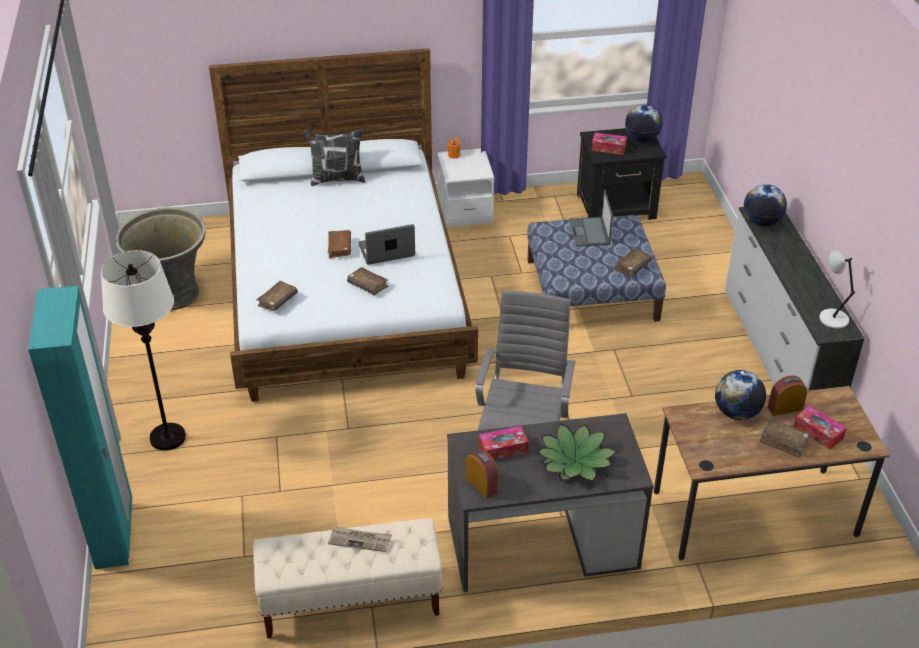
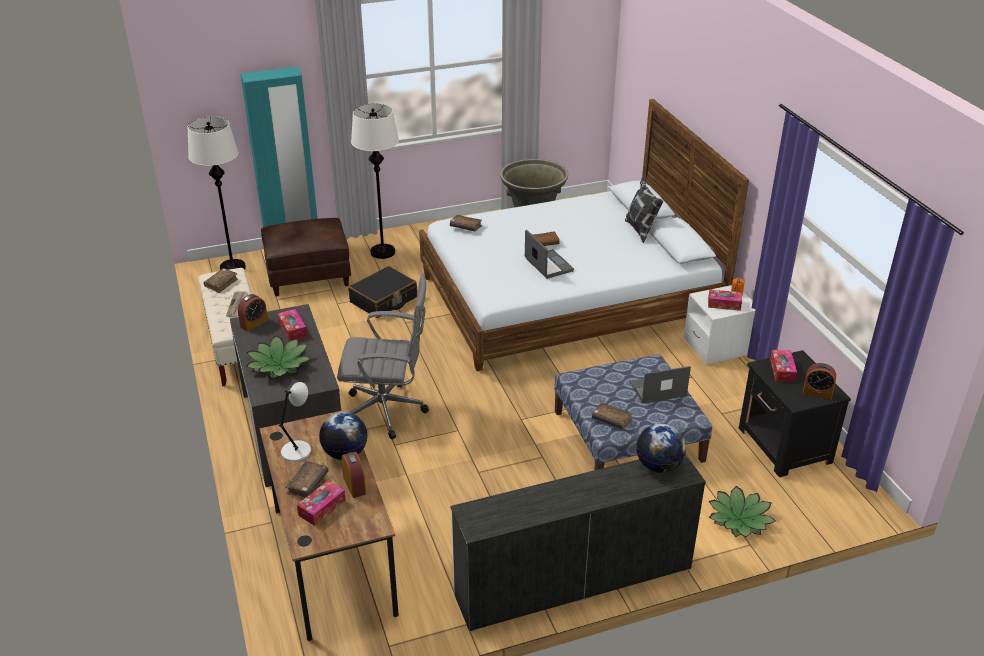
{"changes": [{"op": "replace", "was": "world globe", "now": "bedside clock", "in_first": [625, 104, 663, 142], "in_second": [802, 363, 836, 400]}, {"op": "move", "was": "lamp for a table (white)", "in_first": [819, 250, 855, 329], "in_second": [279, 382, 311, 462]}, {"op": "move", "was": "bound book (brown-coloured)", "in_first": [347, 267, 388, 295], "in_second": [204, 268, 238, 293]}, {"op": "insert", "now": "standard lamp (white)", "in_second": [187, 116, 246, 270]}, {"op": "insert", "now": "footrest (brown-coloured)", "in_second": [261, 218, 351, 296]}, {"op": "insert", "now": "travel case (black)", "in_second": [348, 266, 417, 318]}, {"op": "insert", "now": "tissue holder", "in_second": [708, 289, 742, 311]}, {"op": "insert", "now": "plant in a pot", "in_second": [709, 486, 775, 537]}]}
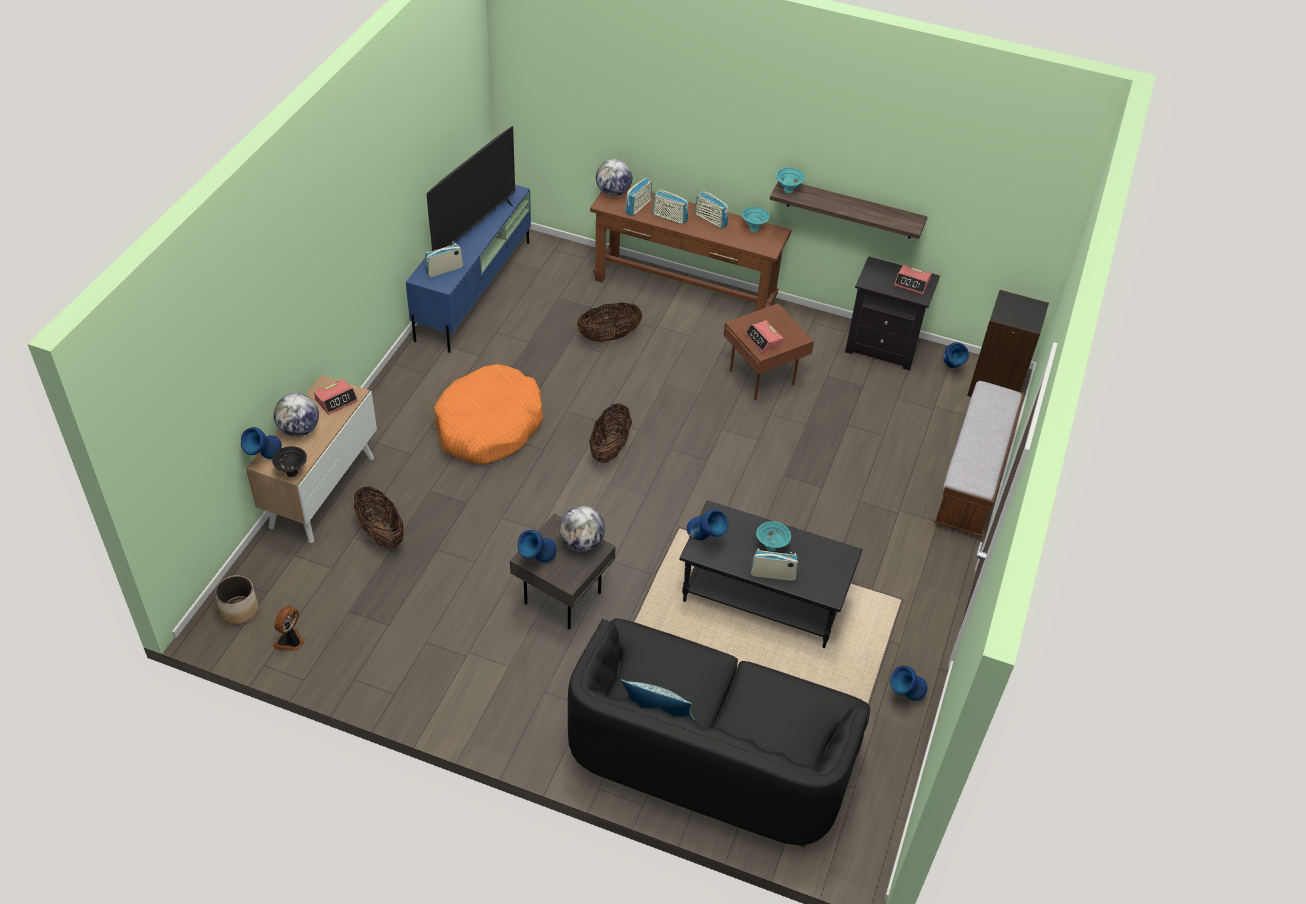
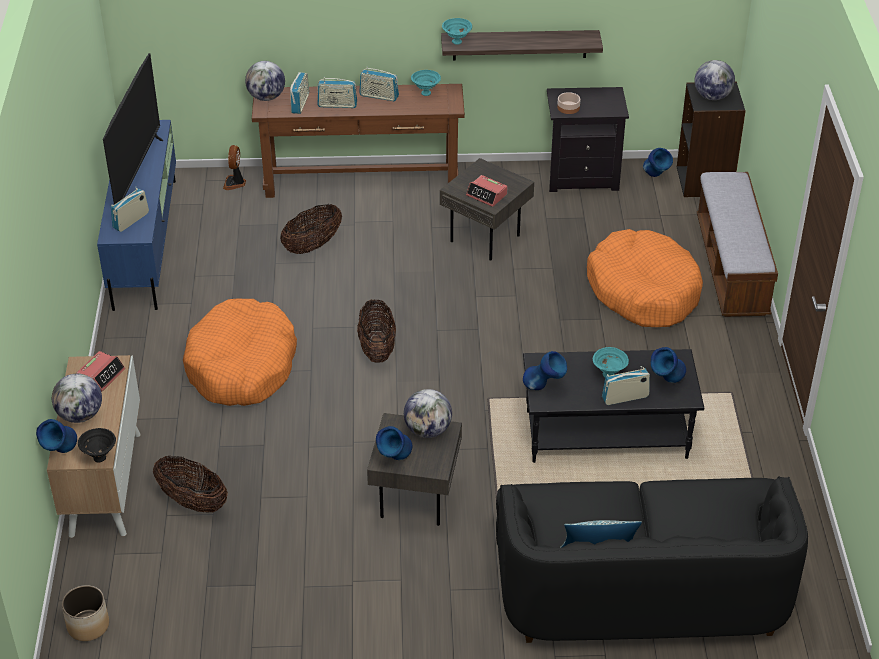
{"changes": [{"op": "delete", "was": "bedside clock", "in_first": [894, 265, 932, 294]}, {"op": "recolor", "was": "side table (brown-coloured)", "now": "side table (greyish)", "in_first": [724, 303, 814, 400], "in_second": [440, 158, 534, 261]}, {"op": "move", "was": "cooling fan", "in_first": [273, 605, 304, 651], "in_second": [223, 145, 246, 190]}, {"op": "move", "was": "vase (bluish)", "in_first": [890, 666, 927, 701], "in_second": [651, 347, 686, 383]}, {"op": "insert", "now": "world globe", "in_second": [695, 60, 735, 100]}, {"op": "insert", "now": "deep dish", "in_second": [557, 92, 581, 114]}, {"op": "insert", "now": "dog cushion (orangey)", "in_second": [587, 229, 703, 327]}]}
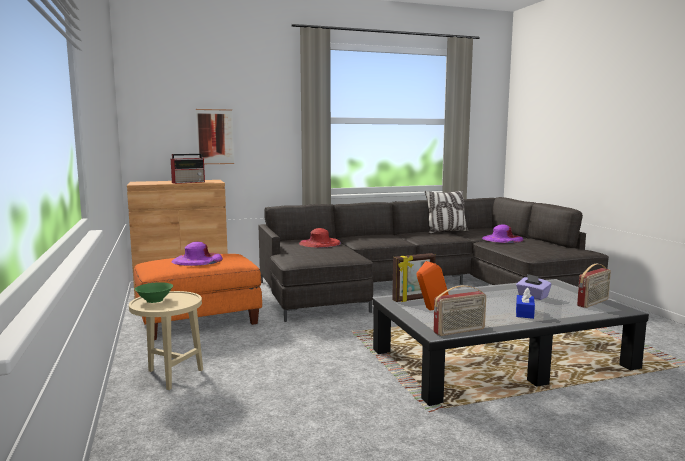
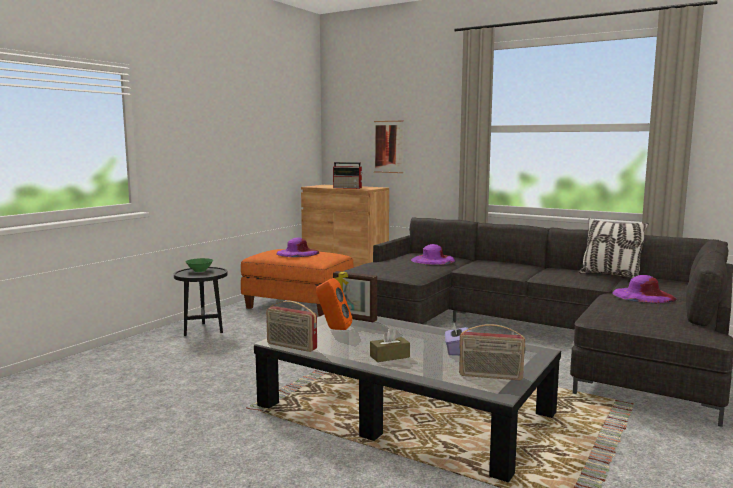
{"changes": [{"op": "recolor", "was": "hat (red-coloured)", "now": "hat (purplish)", "in_first": [299, 228, 341, 247], "in_second": [411, 244, 455, 265]}, {"op": "recolor", "was": "tissue holder (bluish)", "now": "tissue holder (brown-coloured)", "in_first": [516, 287, 535, 319], "in_second": [370, 328, 410, 362]}, {"op": "recolor", "was": "side table (beige)", "now": "side table (black)", "in_first": [129, 291, 203, 390], "in_second": [174, 267, 228, 336]}]}
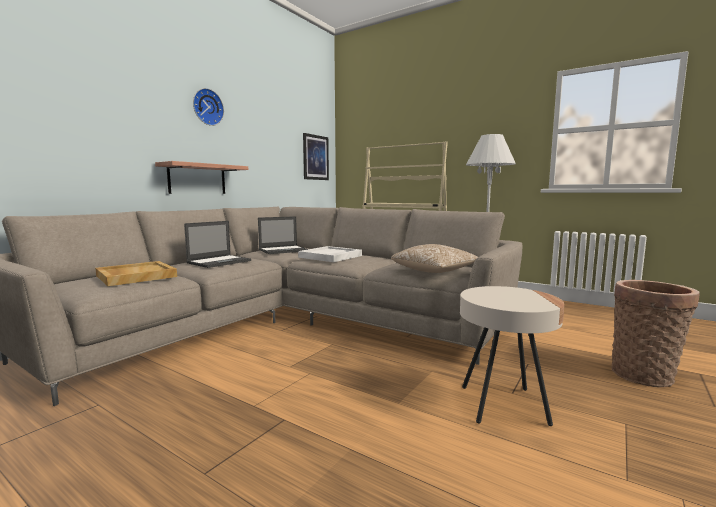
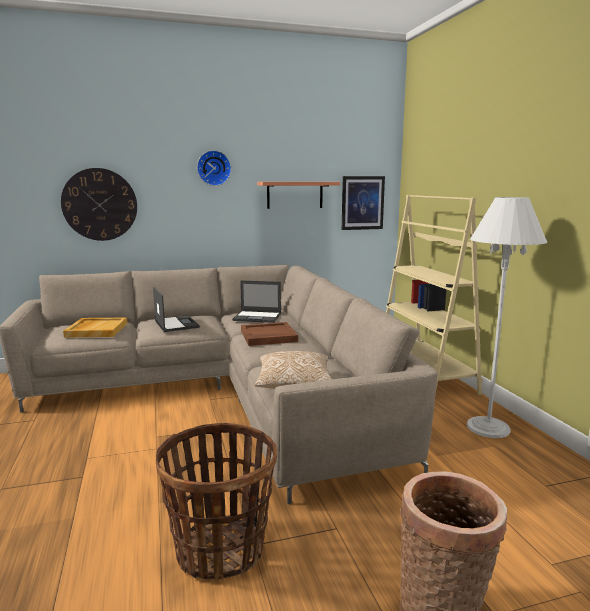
{"changes": [{"op": "move", "was": "wall shelf", "in_first": [155, 161, 248, 194], "in_second": [257, 182, 340, 209]}, {"op": "rotate", "was": "portable computer", "in_first": [184, 221, 251, 268], "in_second": [153, 287, 200, 332], "clockwise": -105}, {"op": "recolor", "was": "serving tray (white)", "now": "serving tray (brown-coloured)", "in_first": [298, 246, 362, 262], "in_second": [241, 322, 298, 346]}, {"op": "replace", "was": "side table (beige)", "now": "basket", "in_first": [460, 286, 565, 426], "in_second": [156, 423, 277, 580]}, {"op": "insert", "now": "clock on the wall", "in_second": [61, 168, 137, 241]}]}
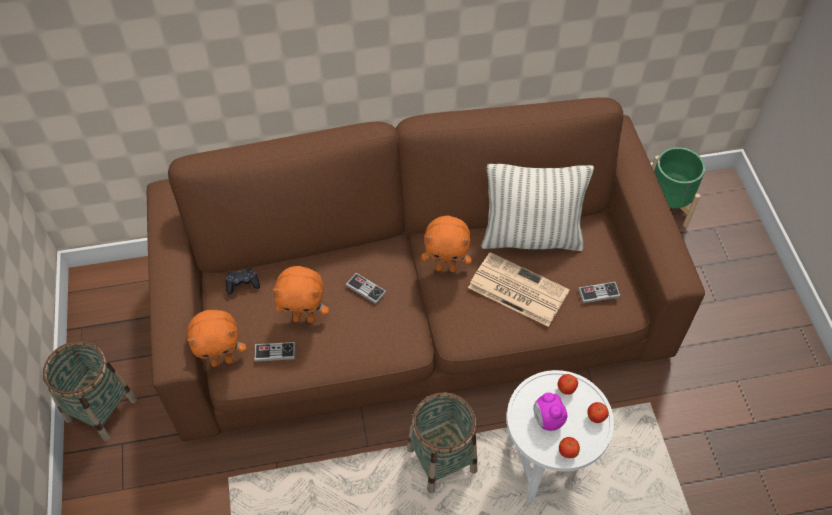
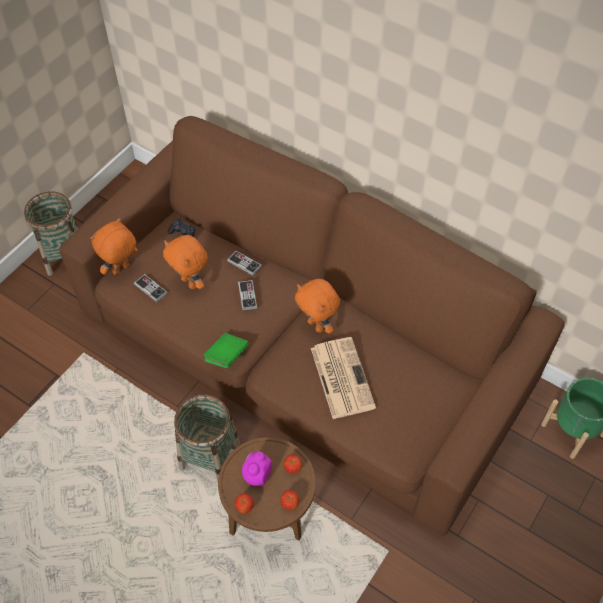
{"changes": [{"op": "delete", "was": "cushion", "in_first": [481, 164, 594, 251]}, {"op": "move", "was": "joypad", "in_first": [578, 282, 621, 303], "in_second": [227, 251, 262, 276]}, {"op": "rotate", "was": "plush toy (orangey)", "in_first": [187, 310, 246, 367], "in_second": [90, 218, 138, 275], "clockwise": 105}, {"op": "recolor", "was": "side table (white)", "now": "side table (brown-coloured)", "in_first": [507, 370, 614, 503], "in_second": [218, 437, 316, 540]}, {"op": "insert", "now": "bound book (green-coloured)", "in_second": [204, 333, 249, 368]}]}
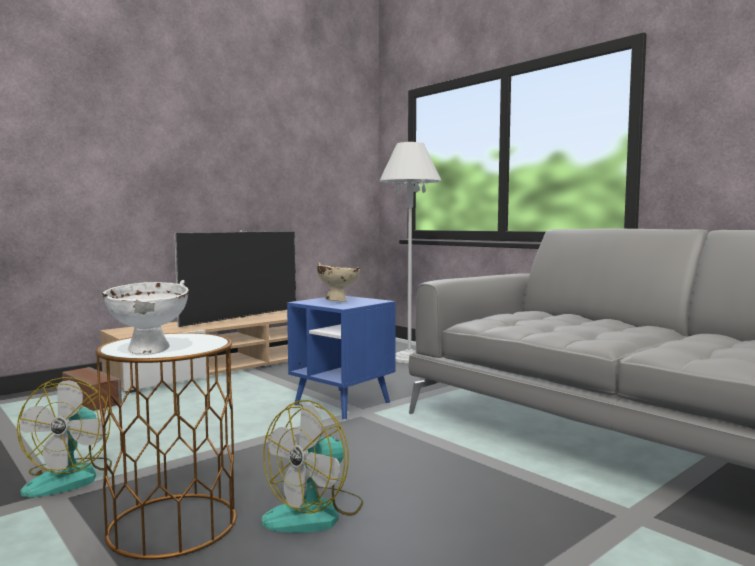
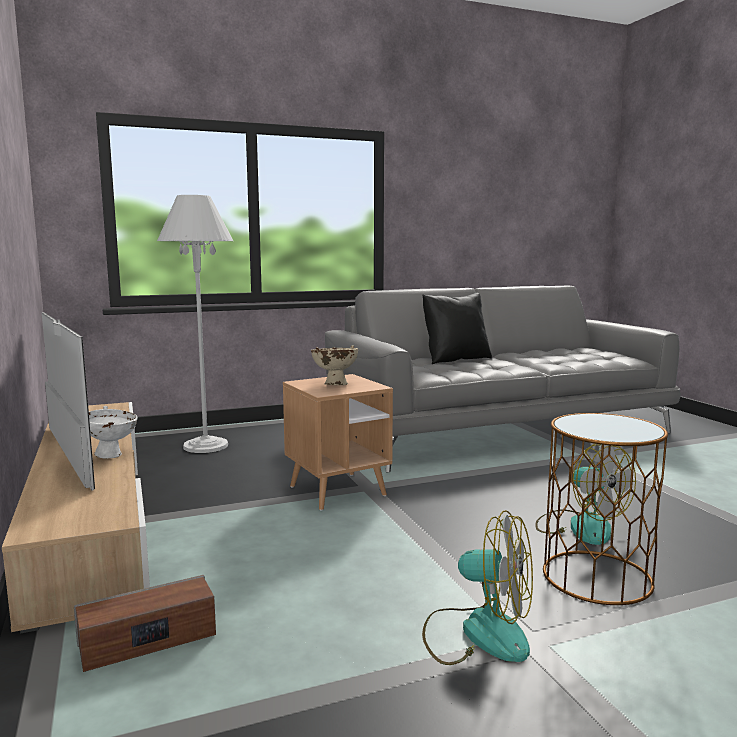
{"changes": [{"op": "move", "was": "deep dish (white)", "in_first": [102, 280, 189, 355], "in_second": [89, 406, 138, 458]}, {"op": "recolor", "was": "side table (bluish)", "now": "side table (brown-coloured)", "in_first": [287, 296, 396, 420], "in_second": [283, 374, 393, 511]}, {"op": "insert", "now": "cushion (black)", "in_second": [423, 293, 492, 364]}]}
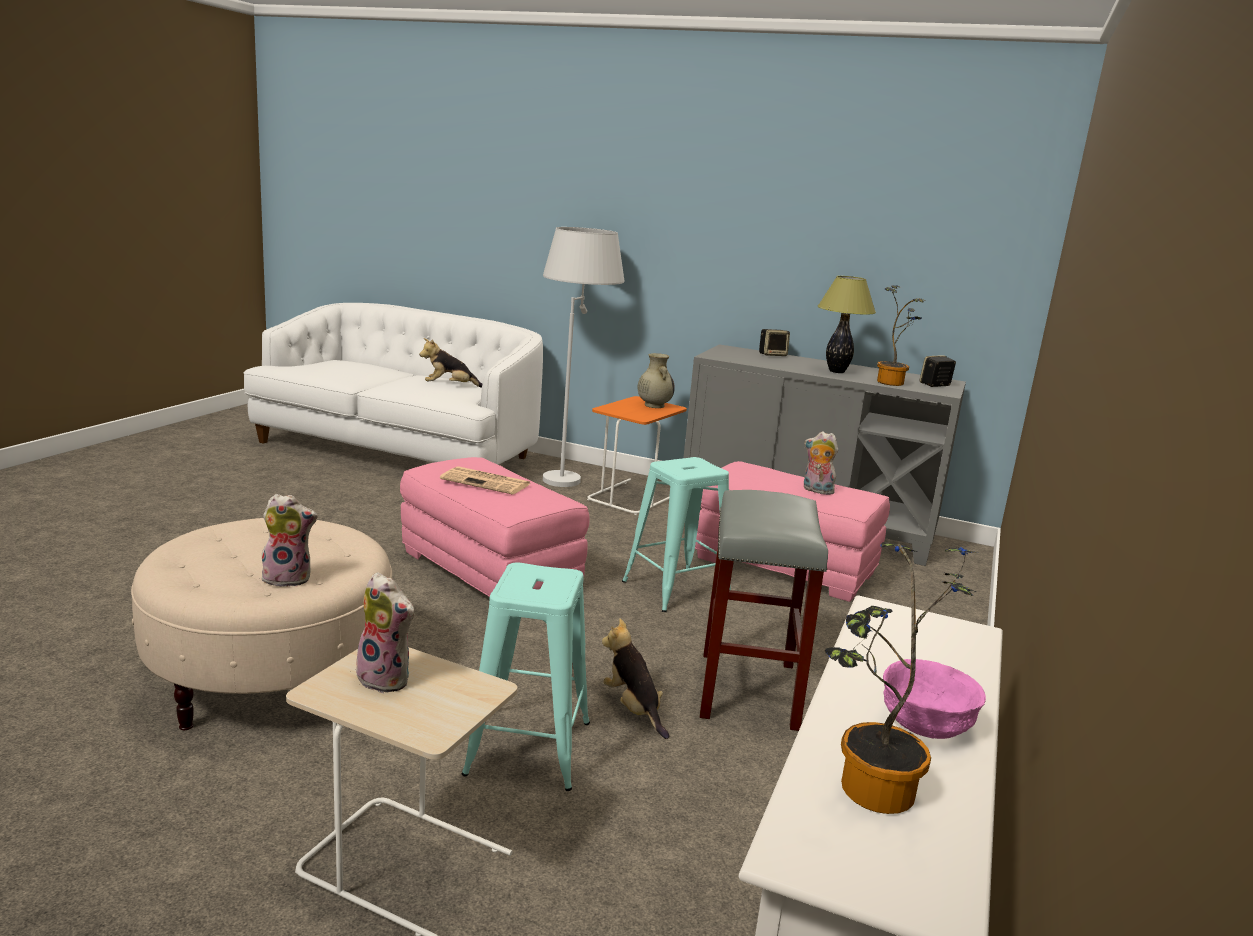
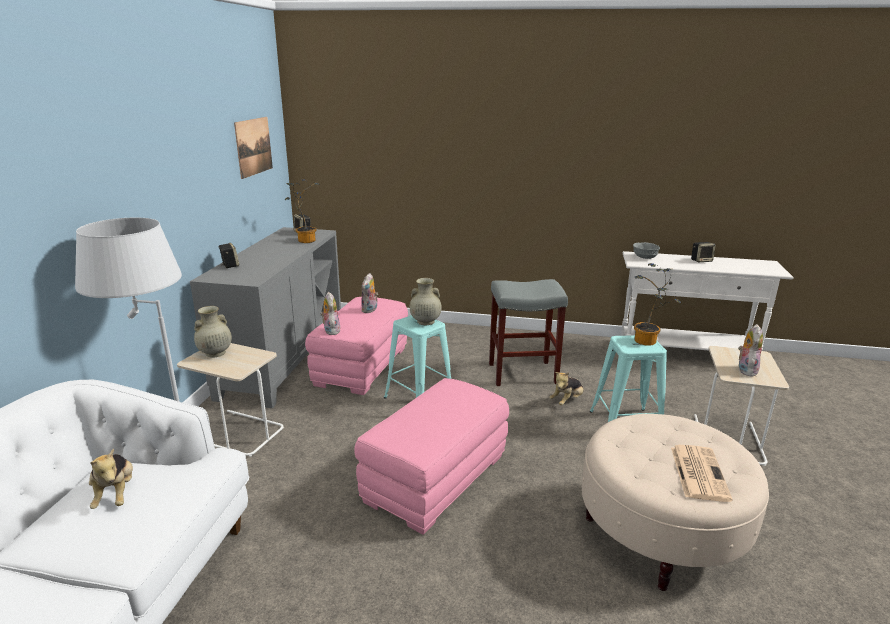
{"changes": [{"op": "delete", "was": "lamp for a table", "in_first": [817, 276, 876, 373]}, {"op": "recolor", "was": "side table (orangey)", "now": "side table (beige)", "in_first": [587, 396, 687, 515], "in_second": [177, 343, 284, 457]}, {"op": "move", "was": "printed paper", "in_first": [440, 466, 530, 495], "in_second": [671, 445, 733, 502]}, {"op": "move", "was": "plush toy", "in_first": [262, 494, 317, 587], "in_second": [320, 292, 340, 335]}, {"op": "move", "was": "plant in a pot", "in_first": [825, 542, 978, 814], "in_second": [634, 263, 681, 346]}, {"op": "replace", "was": "deep dish (pink)", "now": "audio speaker", "in_first": [883, 659, 986, 739], "in_second": [691, 242, 716, 262]}, {"op": "insert", "now": "picture", "in_second": [234, 117, 273, 179]}, {"op": "insert", "now": "deep dish (greyish)", "in_second": [633, 242, 660, 259]}, {"op": "insert", "now": "vase (beige)", "in_second": [410, 278, 442, 325]}]}
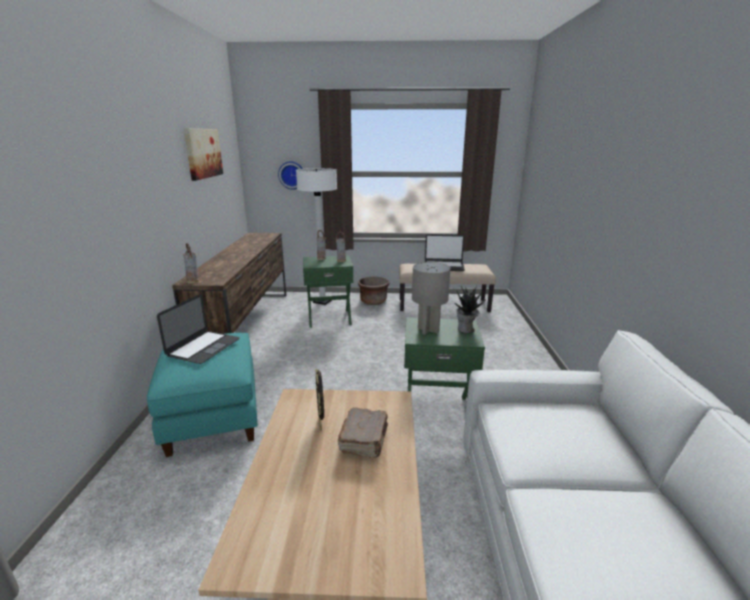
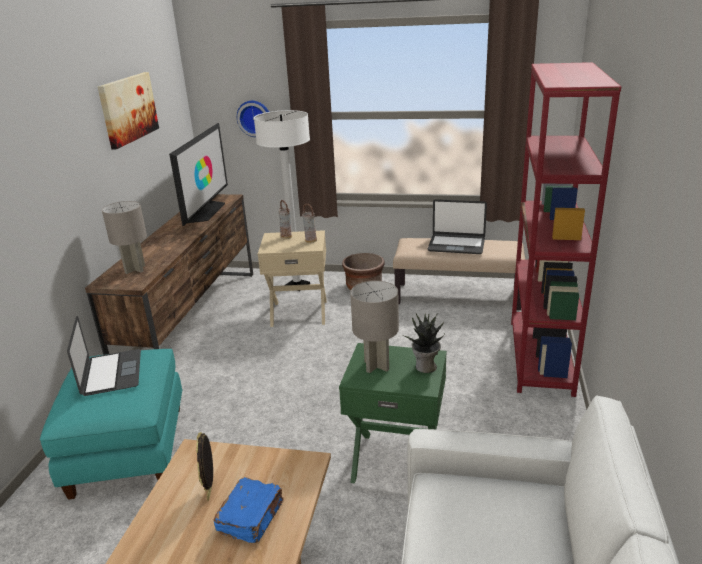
{"changes": [{"op": "delete", "was": "vase", "in_first": [183, 243, 199, 284]}, {"op": "recolor", "was": "side table (green-coloured)", "now": "side table (beige)", "in_first": [303, 255, 354, 328], "in_second": [258, 230, 327, 327]}, {"op": "rotate", "was": "portable computer", "in_first": [157, 294, 240, 364], "in_second": [67, 316, 141, 396], "clockwise": -45}, {"op": "recolor", "was": "bound book (brown-coloured)", "now": "bound book (bluish)", "in_first": [338, 407, 388, 458], "in_second": [213, 477, 284, 543]}, {"op": "insert", "now": "shelving unit (red-coloured)", "in_second": [511, 62, 621, 397]}, {"op": "insert", "now": "television", "in_second": [169, 123, 228, 226]}, {"op": "insert", "now": "lamp for a table (greyish)", "in_second": [102, 201, 147, 274]}]}
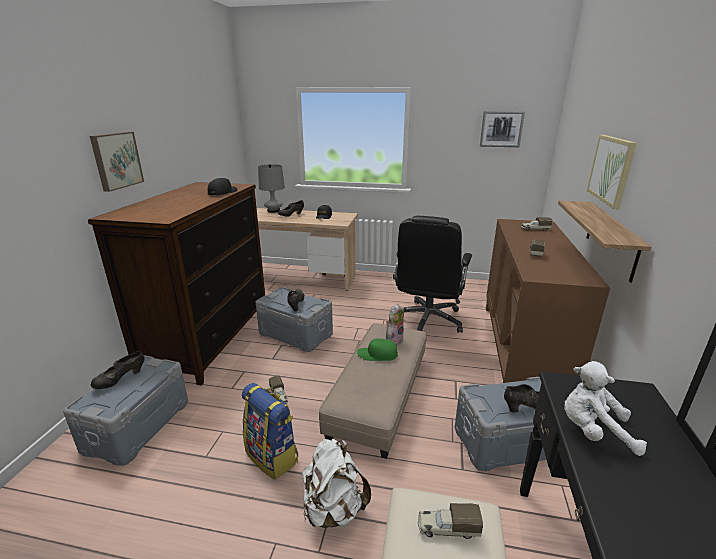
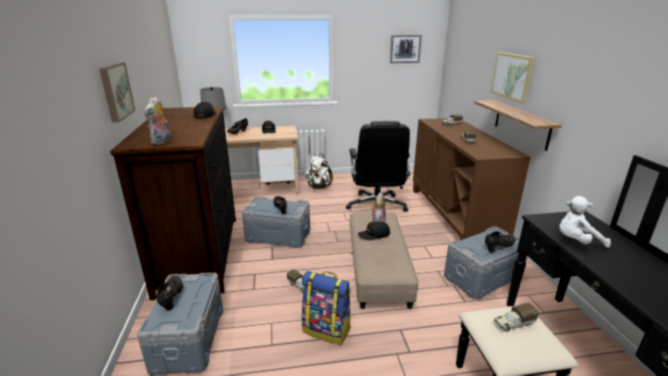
{"changes": [{"op": "recolor", "was": "cap (green-coloured)", "now": "cap (black)", "in_first": [357, 339, 398, 361], "in_second": [358, 221, 390, 240]}, {"op": "rotate", "was": "low shoe (black)", "in_first": [91, 351, 145, 389], "in_second": [156, 276, 183, 311], "clockwise": 150}, {"op": "move", "was": "rucksack (white)", "in_first": [302, 439, 371, 528], "in_second": [305, 153, 333, 189]}, {"op": "insert", "now": "plush toy", "in_second": [144, 97, 171, 145]}]}
